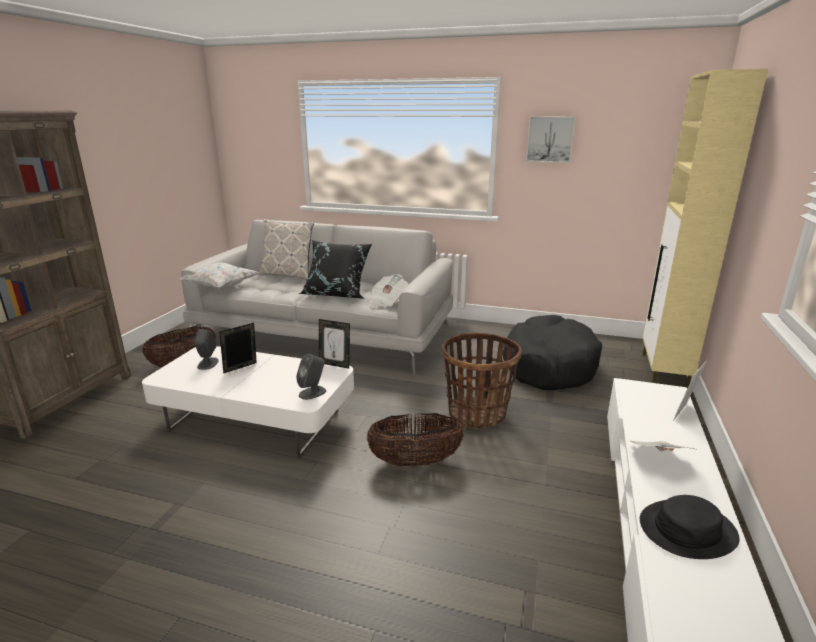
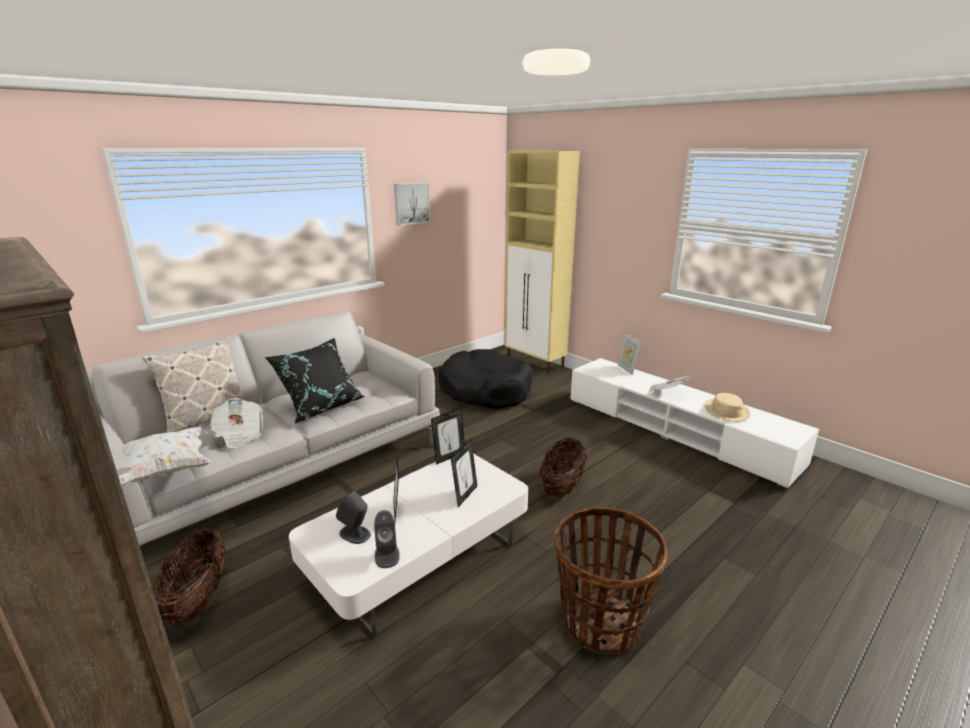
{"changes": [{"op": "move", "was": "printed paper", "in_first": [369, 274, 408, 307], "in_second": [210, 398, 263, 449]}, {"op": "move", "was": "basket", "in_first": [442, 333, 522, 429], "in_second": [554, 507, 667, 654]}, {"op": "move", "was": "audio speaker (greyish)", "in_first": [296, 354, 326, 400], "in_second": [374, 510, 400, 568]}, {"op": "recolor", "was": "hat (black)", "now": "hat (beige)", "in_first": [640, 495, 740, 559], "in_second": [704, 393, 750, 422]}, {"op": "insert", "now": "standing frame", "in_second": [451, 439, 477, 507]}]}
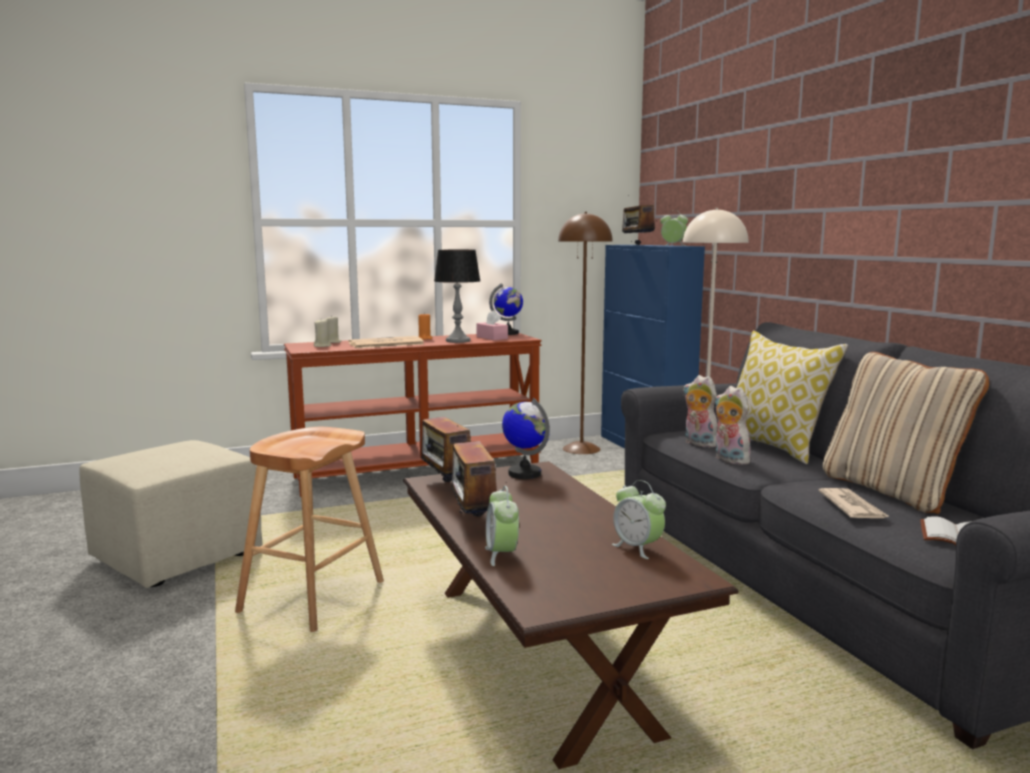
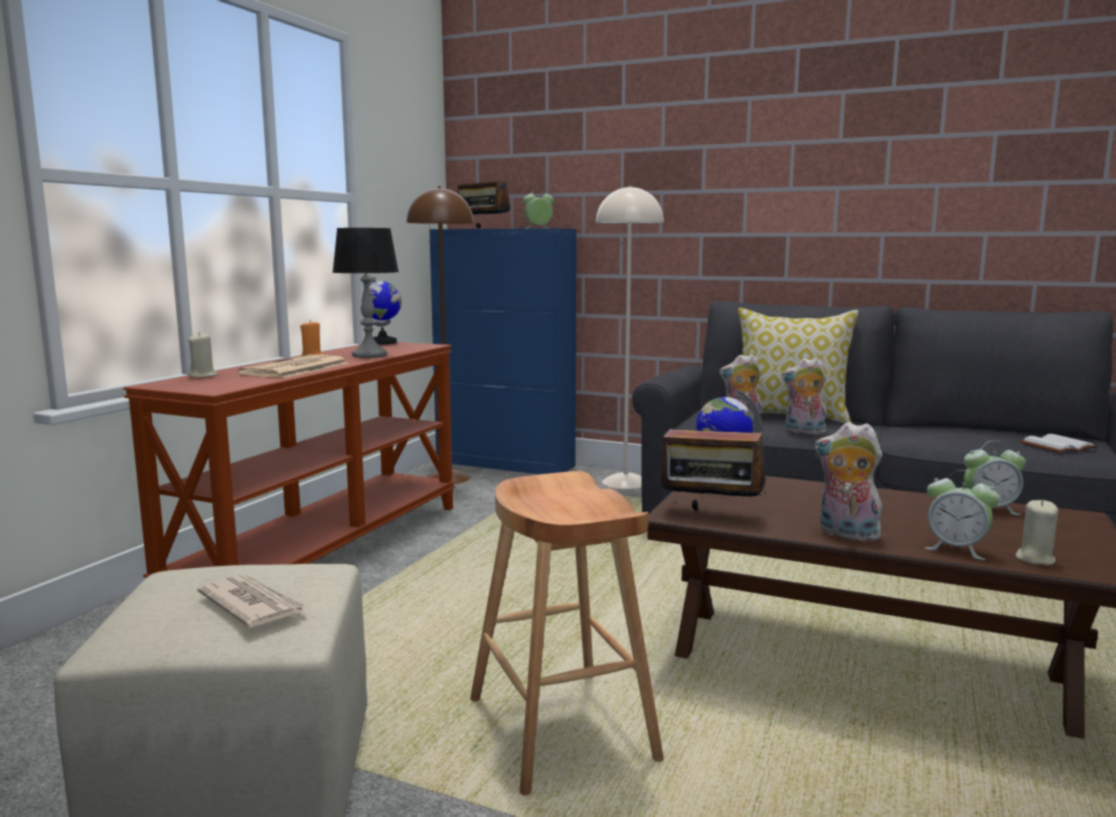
{"changes": [{"op": "delete", "was": "tissue holder (pink)", "in_first": [476, 311, 508, 340]}, {"op": "move", "was": "candle (beige)", "in_first": [314, 320, 331, 347], "in_second": [1015, 500, 1058, 565]}, {"op": "delete", "was": "cushion (beige)", "in_first": [823, 352, 989, 514]}, {"op": "replace", "was": "radio receiver", "now": "plush toy", "in_first": [452, 425, 507, 517], "in_second": [815, 422, 882, 542]}, {"op": "move", "was": "printed paper", "in_first": [818, 488, 890, 518], "in_second": [197, 574, 308, 628]}]}
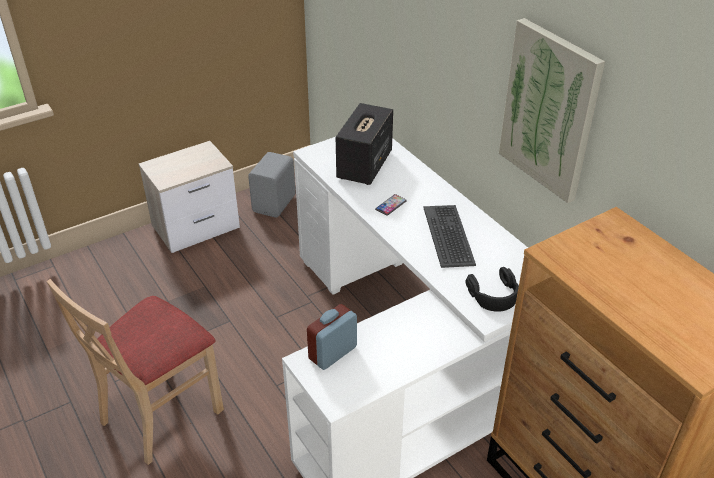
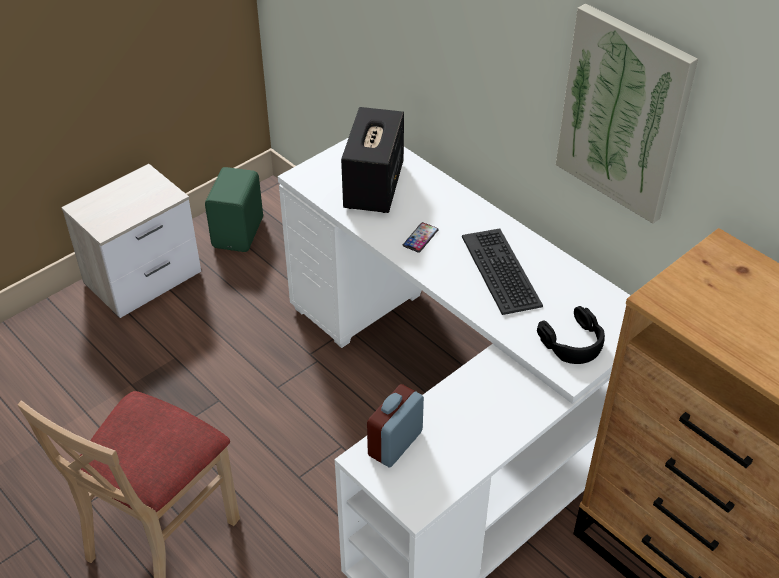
{"changes": [{"op": "recolor", "was": "audio speaker (greyish)", "now": "audio speaker (green-coloured)", "in_first": [248, 152, 296, 218], "in_second": [205, 167, 263, 252]}]}
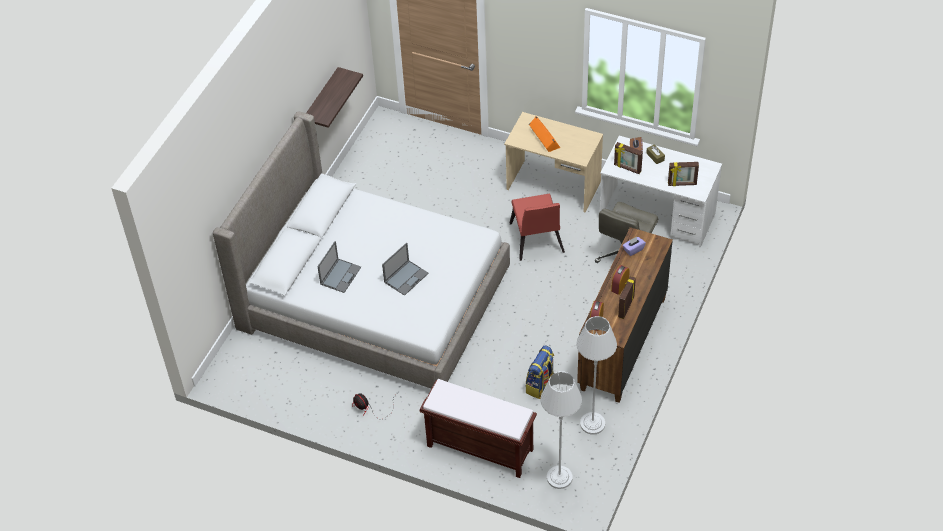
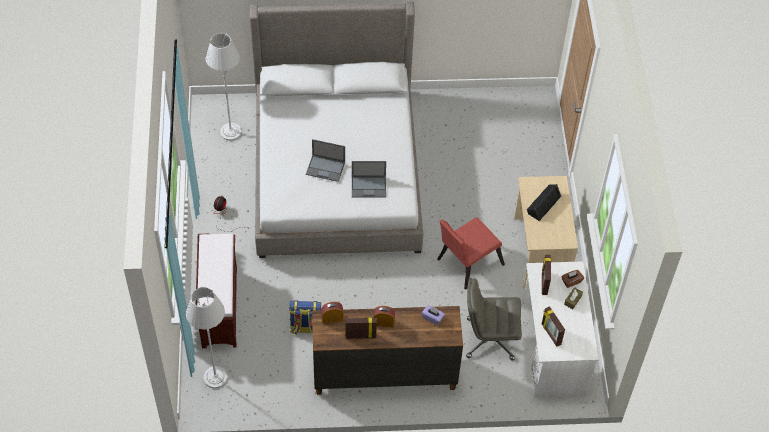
{"changes": [{"op": "delete", "was": "wall shelf", "in_first": [306, 67, 363, 128]}, {"op": "recolor", "was": "audio speaker (orangey)", "now": "audio speaker (black)", "in_first": [529, 116, 561, 152], "in_second": [527, 184, 561, 221]}, {"op": "move", "was": "portable computer", "in_first": [317, 241, 361, 293], "in_second": [352, 161, 386, 198]}, {"op": "move", "was": "standard lamp (greyish)", "in_first": [576, 316, 617, 435], "in_second": [206, 33, 241, 141]}]}
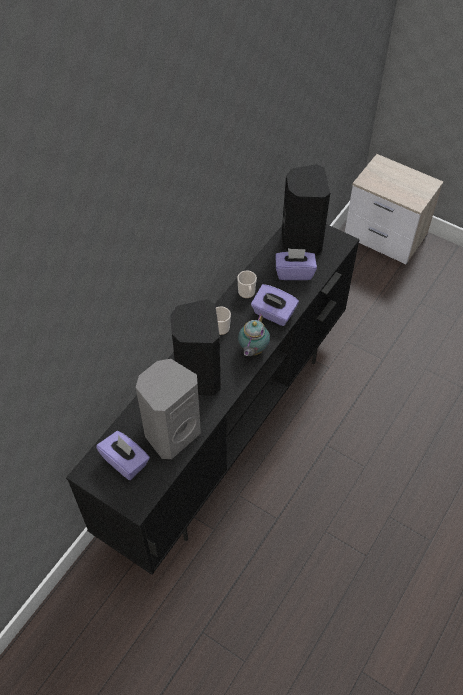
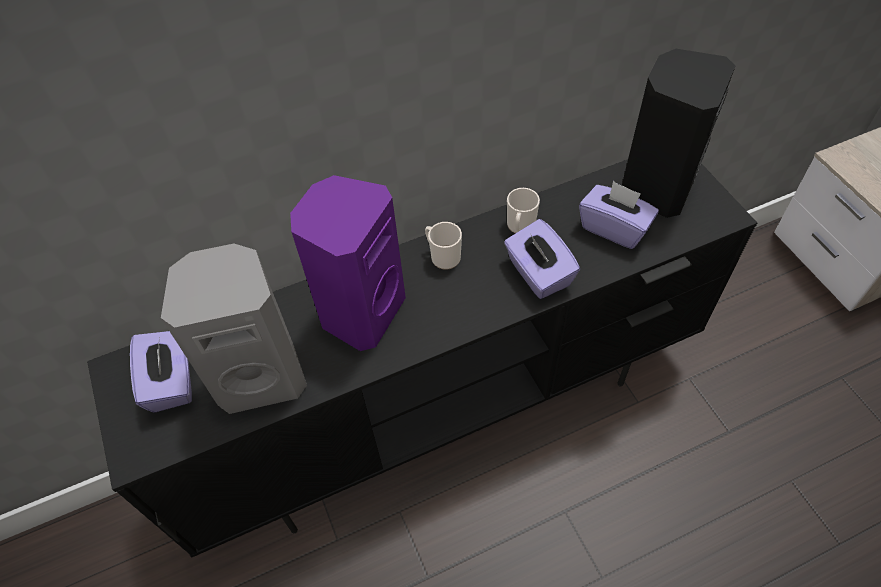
{"changes": [{"op": "recolor", "was": "audio speaker (black)", "now": "audio speaker (purplish)", "in_first": [170, 299, 221, 396], "in_second": [290, 175, 406, 351]}, {"op": "delete", "was": "tea pot", "in_first": [238, 313, 270, 356]}]}
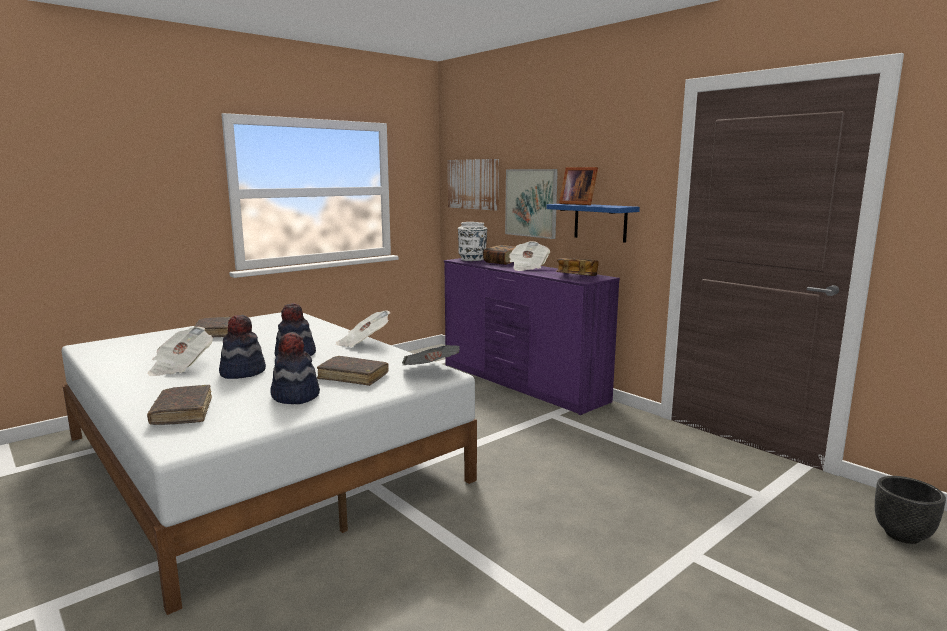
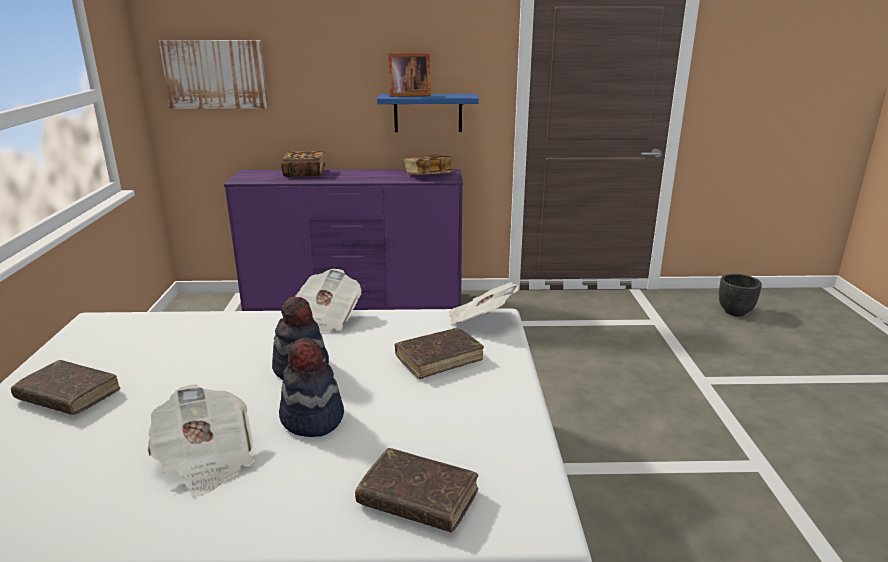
{"changes": [{"op": "delete", "was": "picture", "in_first": [505, 169, 558, 239]}, {"op": "delete", "was": "vase (white)", "in_first": [458, 222, 487, 261]}, {"op": "delete", "was": "printed paper", "in_first": [509, 241, 550, 271]}, {"op": "delete", "was": "hat", "in_first": [270, 332, 320, 404]}]}
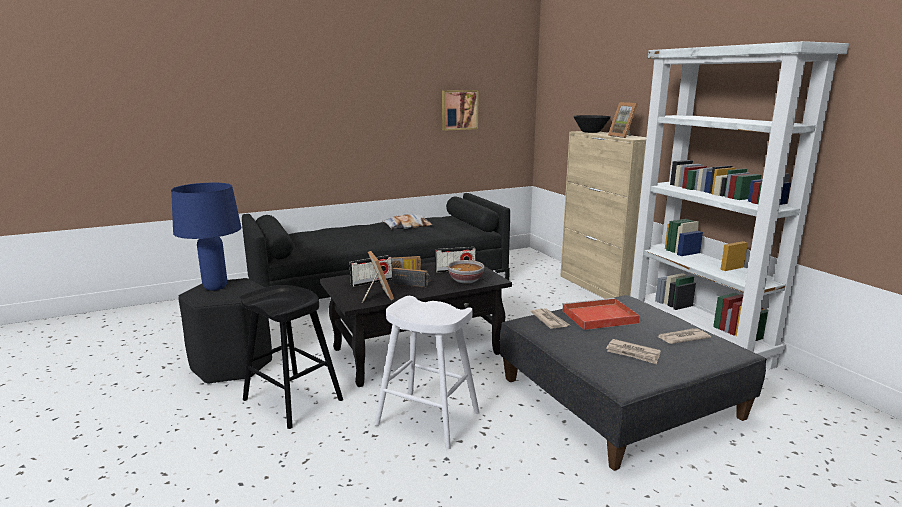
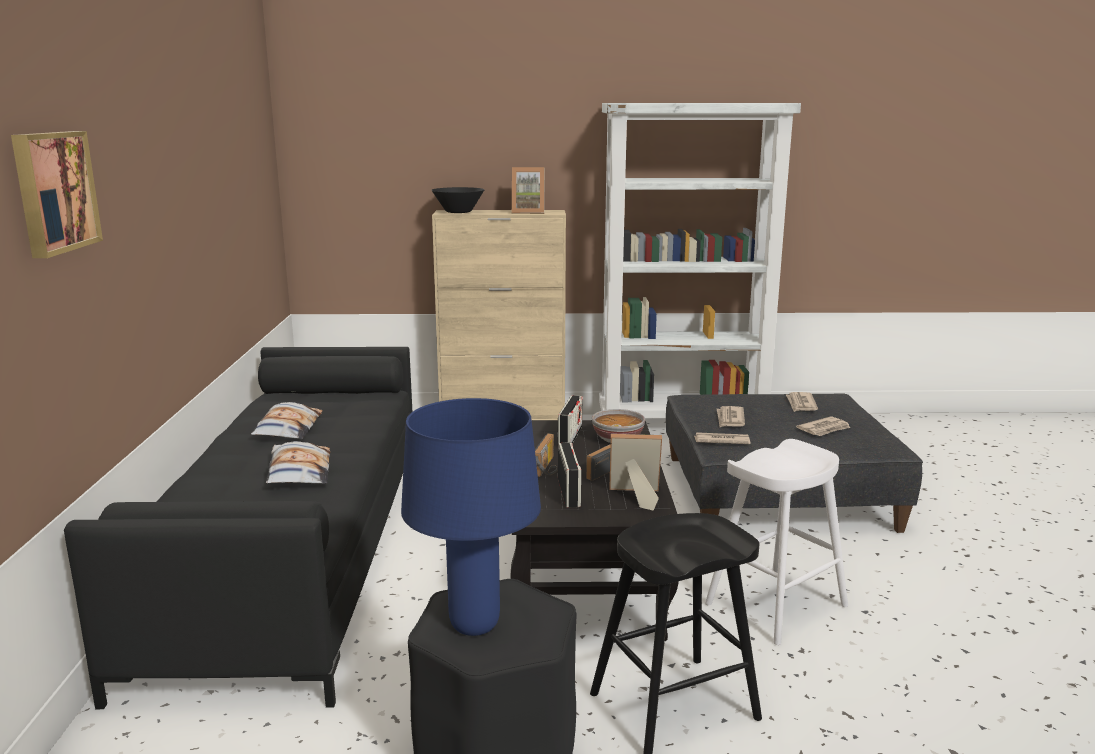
{"changes": [{"op": "move", "was": "picture", "in_first": [442, 90, 479, 131], "in_second": [11, 131, 103, 258]}, {"op": "replace", "was": "serving tray (red-coloured)", "now": "printed paper", "in_first": [562, 298, 640, 330], "in_second": [717, 406, 745, 427]}, {"op": "insert", "now": "cushion", "in_second": [266, 441, 330, 484]}]}
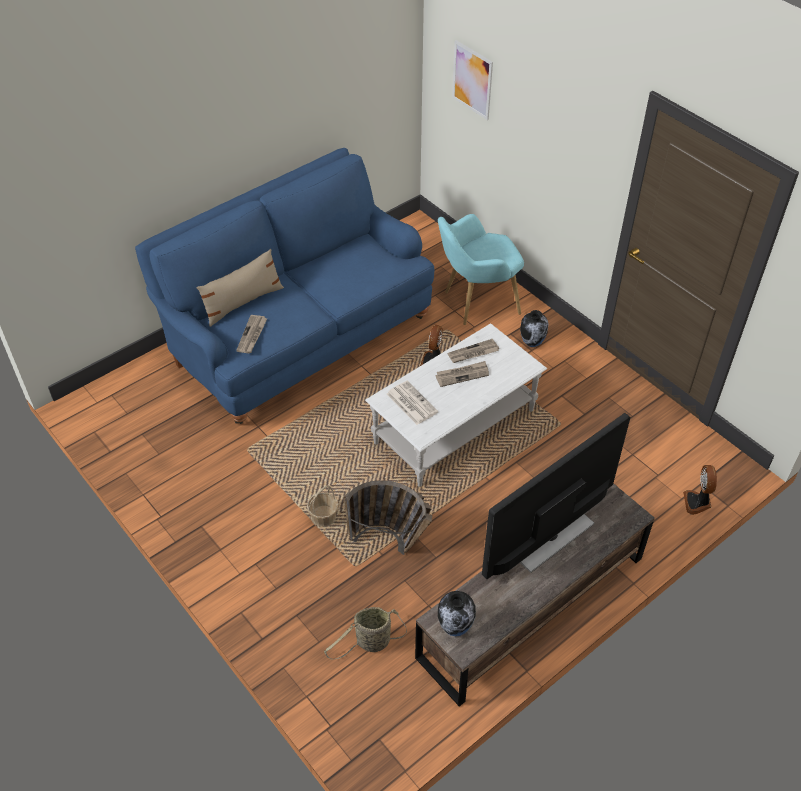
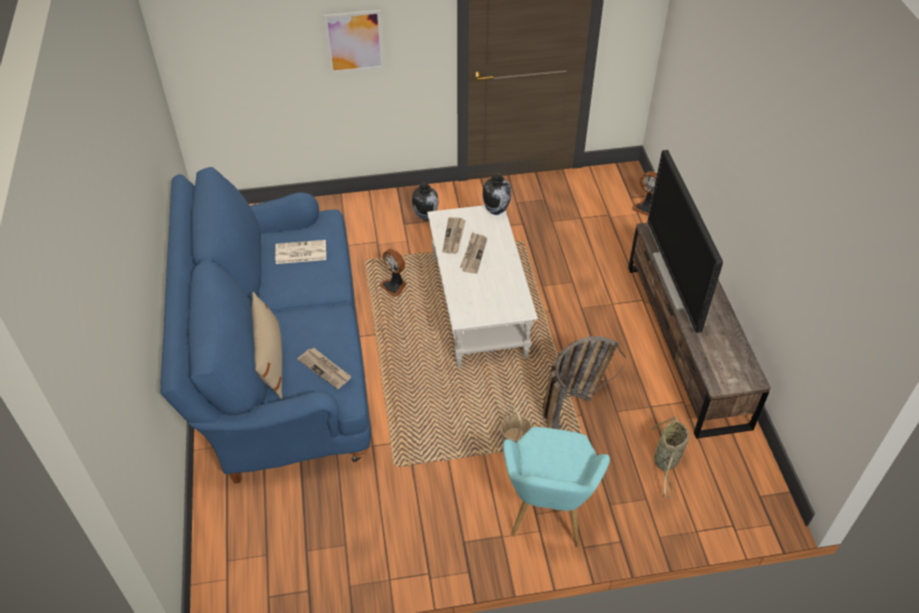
{"changes": [{"op": "move", "was": "picture", "in_first": [452, 40, 493, 120], "in_second": [324, 10, 384, 74]}, {"op": "move", "was": "lounge chair (turquoise)", "in_first": [438, 214, 524, 325], "in_second": [503, 427, 610, 547]}, {"op": "move", "was": "printed paper", "in_first": [387, 381, 438, 425], "in_second": [275, 240, 326, 264]}, {"op": "move", "was": "vase", "in_first": [438, 591, 476, 636], "in_second": [483, 175, 511, 215]}]}
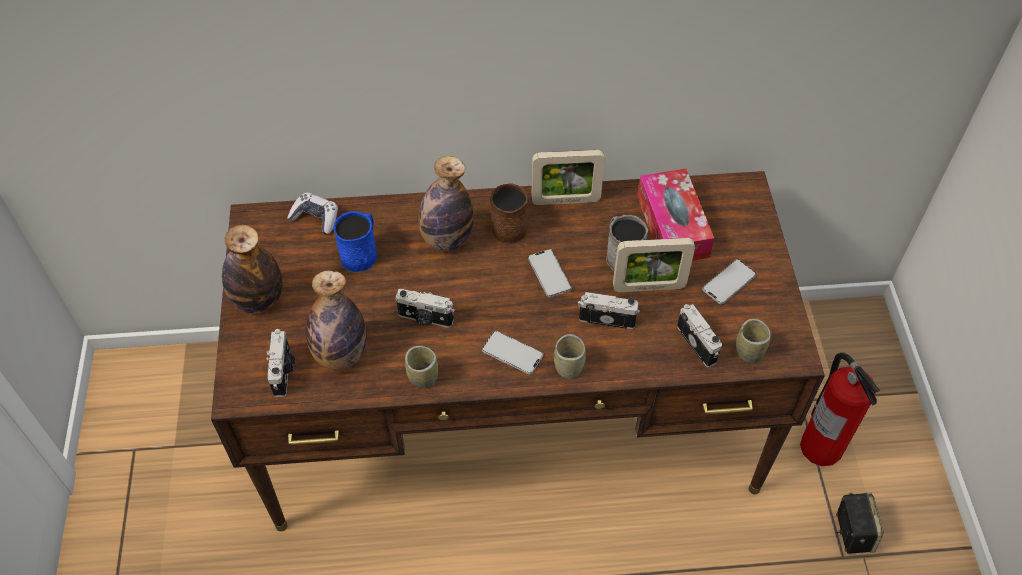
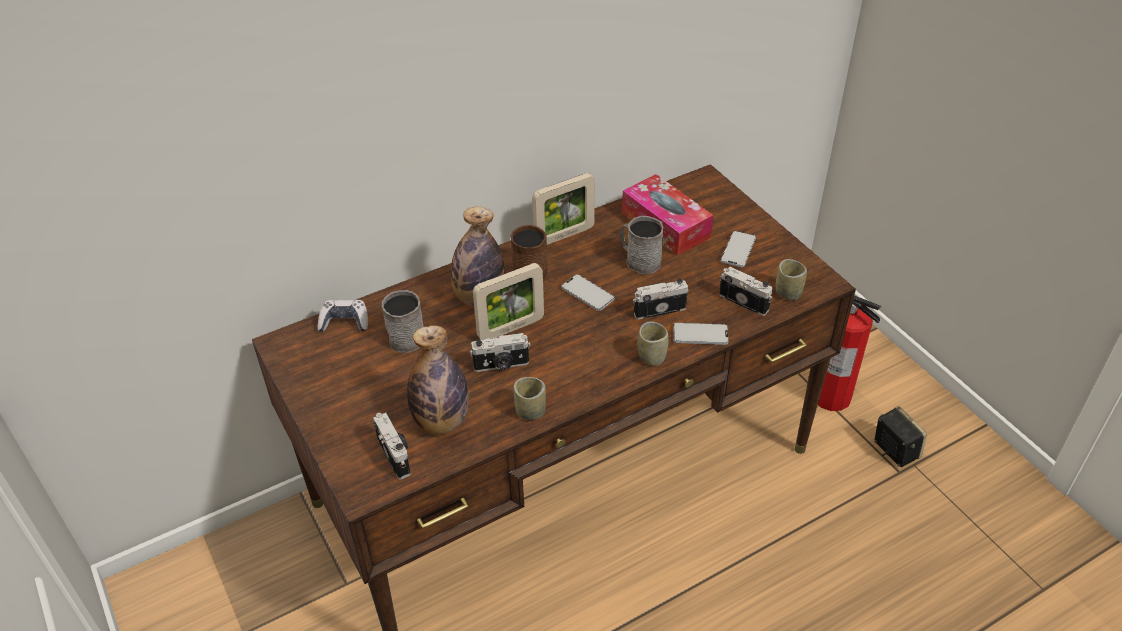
{"changes": [{"op": "recolor", "was": "coffee mug (bluish)", "now": "coffee mug (greyish)", "in_first": [333, 211, 377, 272], "in_second": [382, 290, 424, 353]}, {"op": "delete", "was": "drink bottle", "in_first": [222, 225, 282, 314]}, {"op": "move", "was": "standing frame", "in_first": [613, 238, 695, 292], "in_second": [473, 263, 544, 340]}, {"op": "move", "was": "telephone", "in_first": [482, 331, 543, 375], "in_second": [673, 323, 729, 345]}]}
